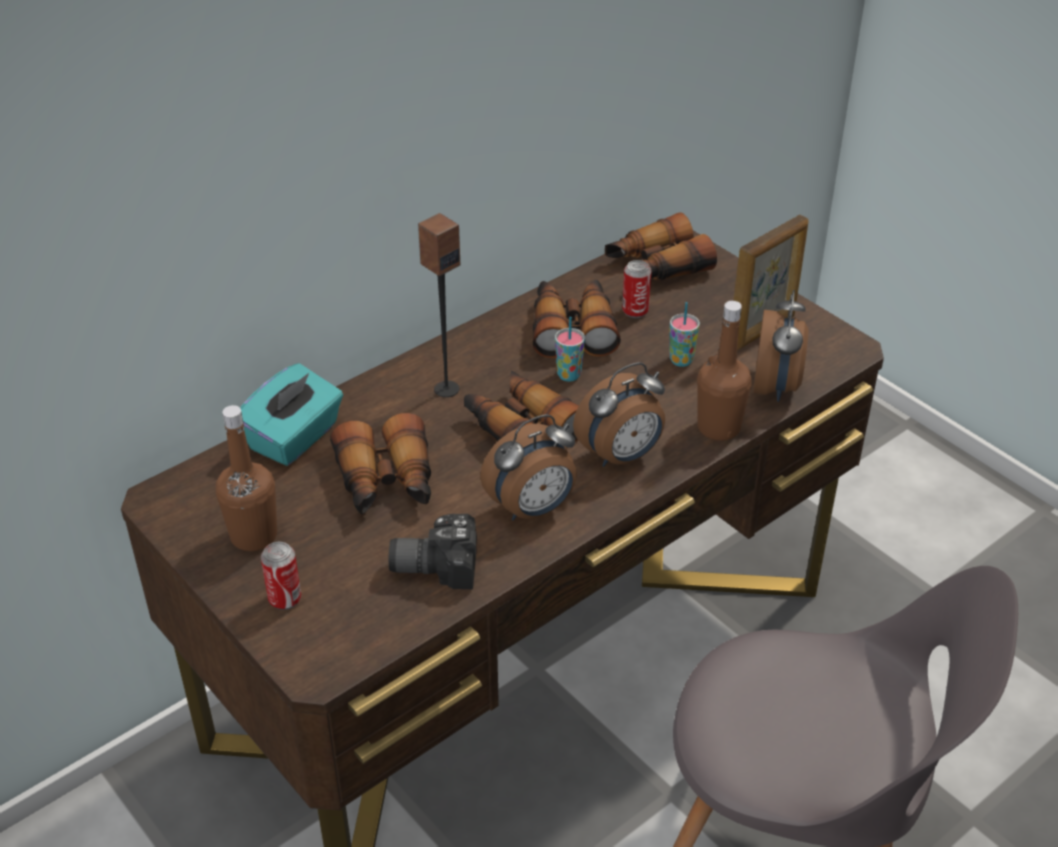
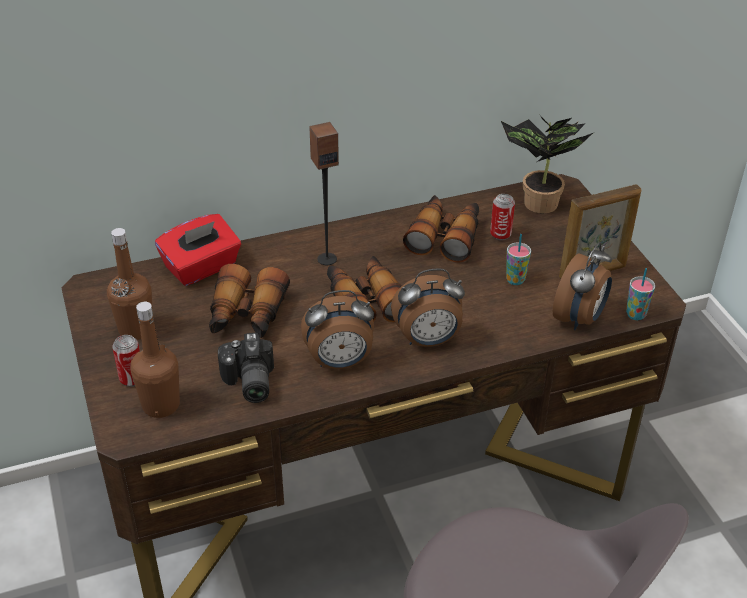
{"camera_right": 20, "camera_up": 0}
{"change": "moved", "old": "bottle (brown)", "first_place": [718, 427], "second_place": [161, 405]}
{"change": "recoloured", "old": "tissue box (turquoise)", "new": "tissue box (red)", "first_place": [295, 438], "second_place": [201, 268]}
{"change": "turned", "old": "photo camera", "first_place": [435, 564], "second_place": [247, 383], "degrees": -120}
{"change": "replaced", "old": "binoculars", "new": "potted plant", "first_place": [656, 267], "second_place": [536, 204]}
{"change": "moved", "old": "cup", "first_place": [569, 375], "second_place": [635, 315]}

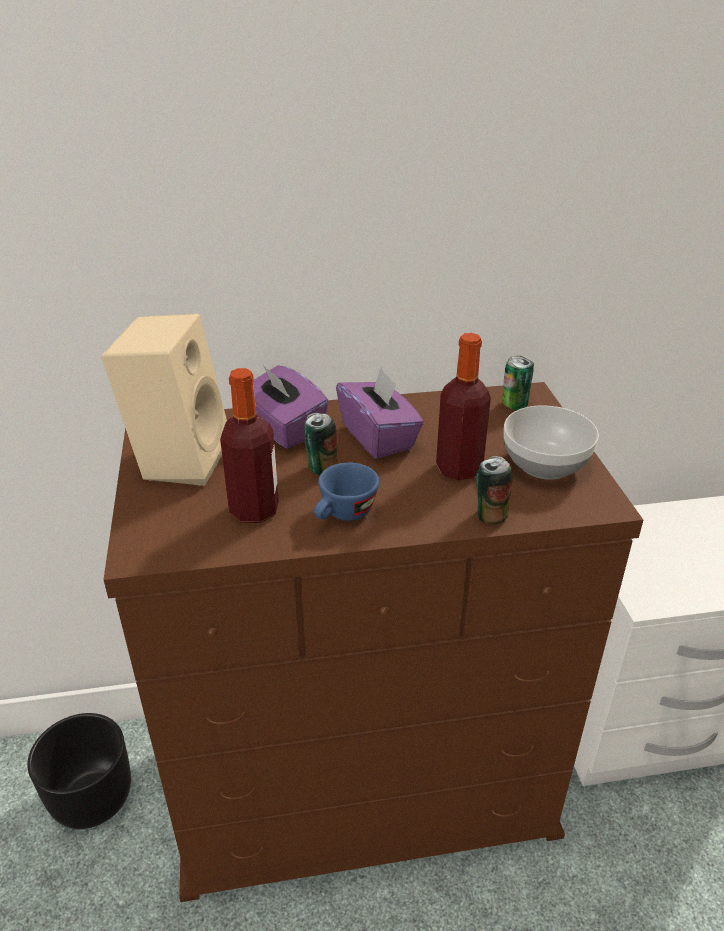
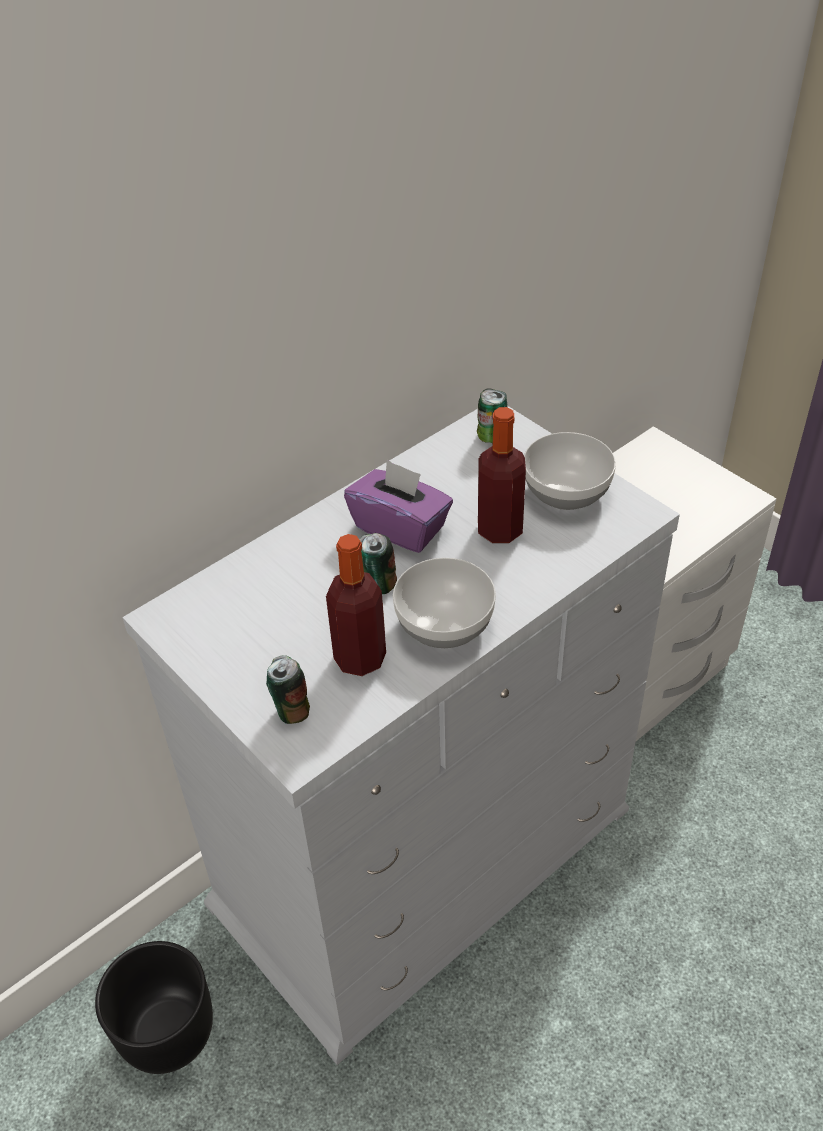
{"camera_right": -30, "camera_up": 10}
{"change": "recoloured", "old": "dresser (brown)", "new": "dresser (white)", "first_place": [363, 776], "second_place": [423, 856]}
{"change": "moved", "old": "can", "first_place": [490, 514], "second_place": [291, 710]}
{"change": "replaced", "old": "cup (blue)", "new": "bowl", "first_place": [344, 515], "second_place": [443, 624]}
{"change": "removed", "old": "speaker (beige)", "first_place": [179, 458]}
{"change": "removed", "old": "tissue box (purple)", "first_place": [283, 428]}

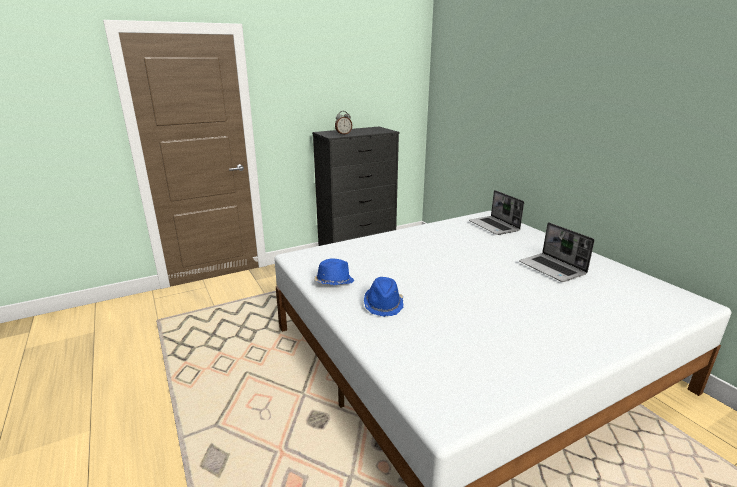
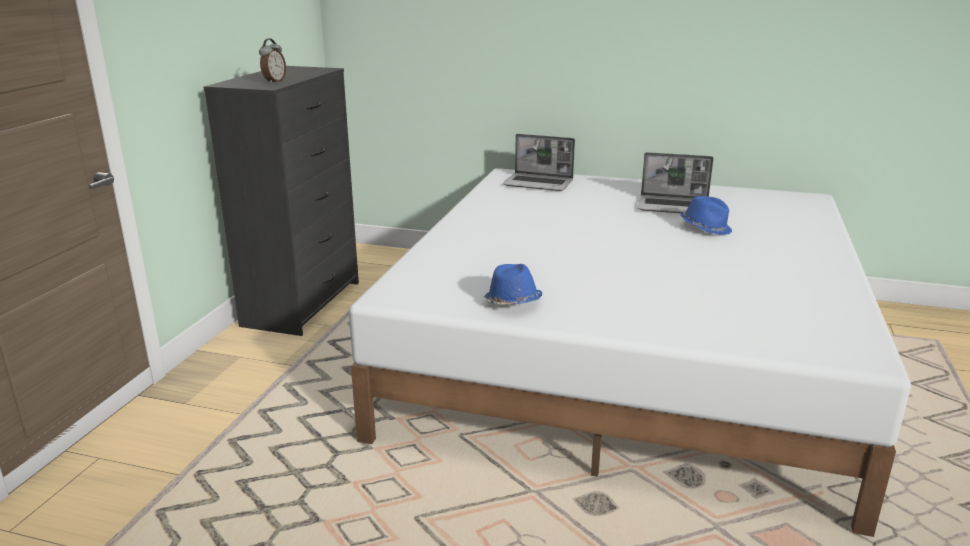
{"camera_right": -45, "camera_up": 0}
{"change": "moved", "old": "hat (blue)", "first_place": [383, 305], "second_place": [705, 228]}

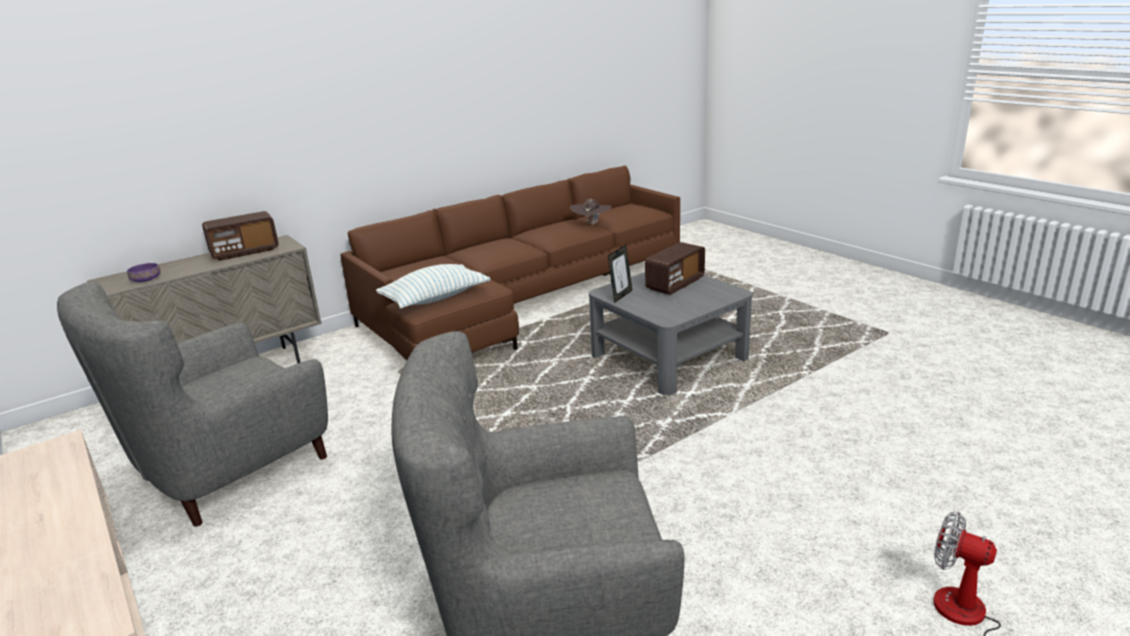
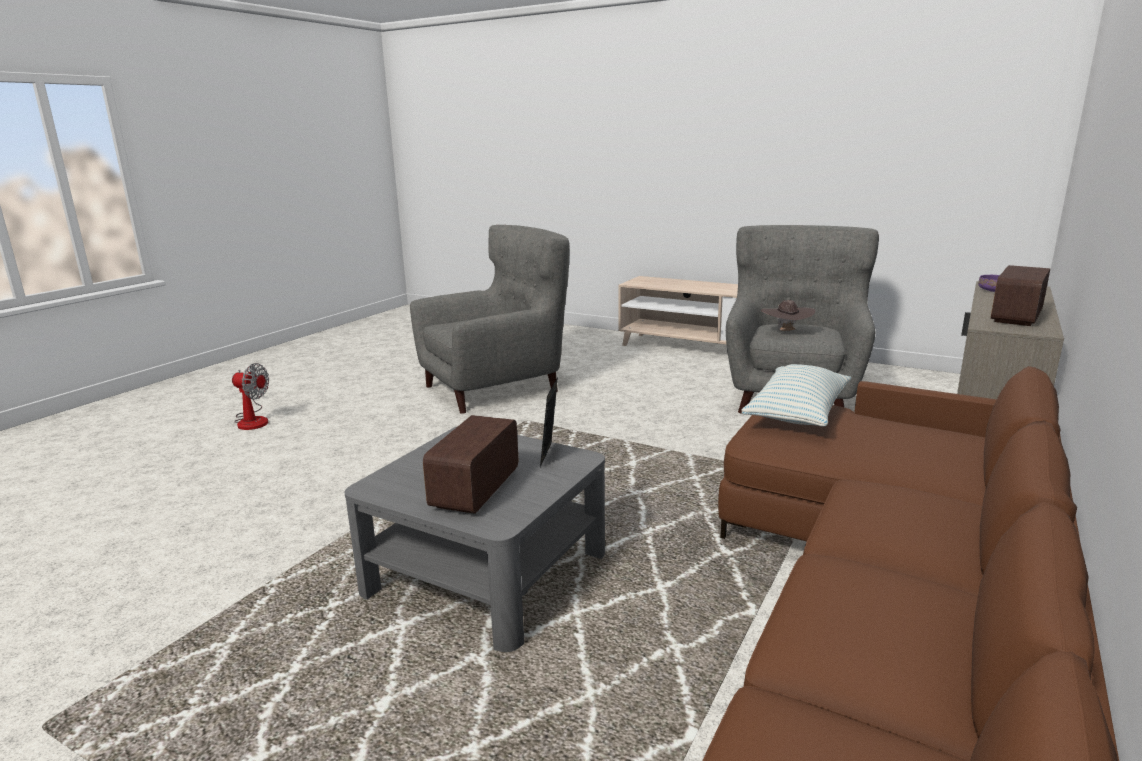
{"camera_right": 155, "camera_up": -5}
{"change": "moved", "old": "hat (brown)", "first_place": [591, 224], "second_place": [786, 332]}

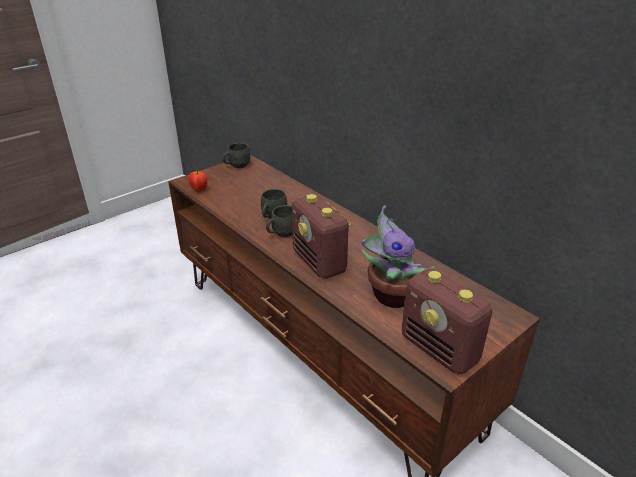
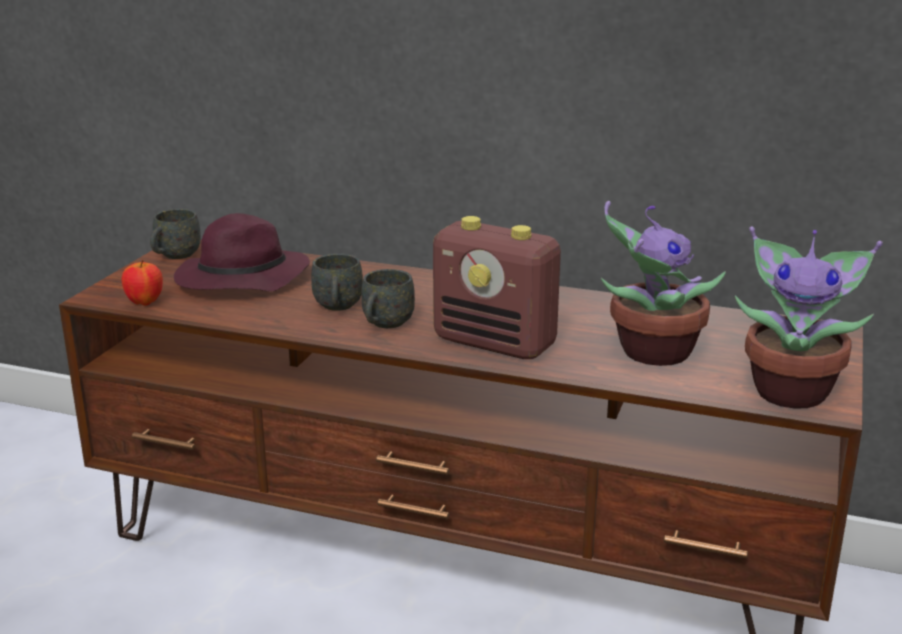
{"camera_right": -30, "camera_up": -10}
{"change": "added", "new": "hat (purple)", "second_place": [241, 279]}
{"change": "replaced", "old": "radio", "new": "potted plant", "first_place": [440, 350], "second_place": [792, 391]}

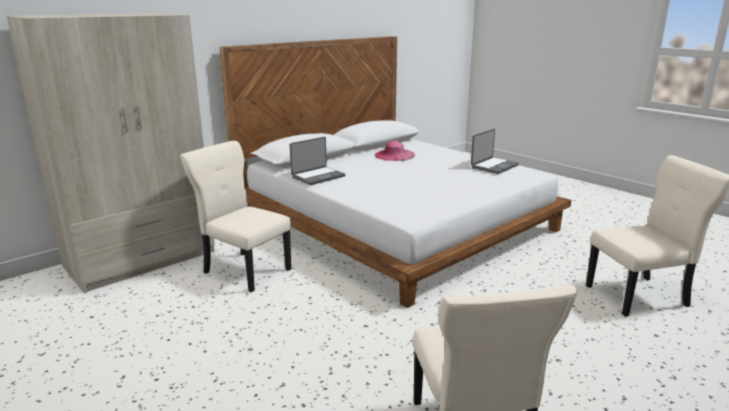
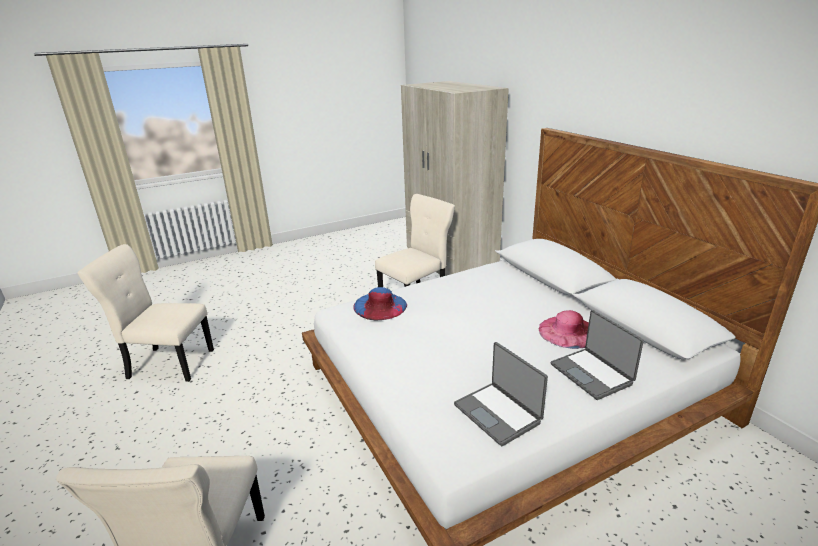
{"camera_right": 105, "camera_up": 5}
{"change": "added", "new": "hat (blue)", "second_place": [380, 306]}
{"change": "moved", "old": "laptop", "first_place": [317, 176], "second_place": [592, 374]}

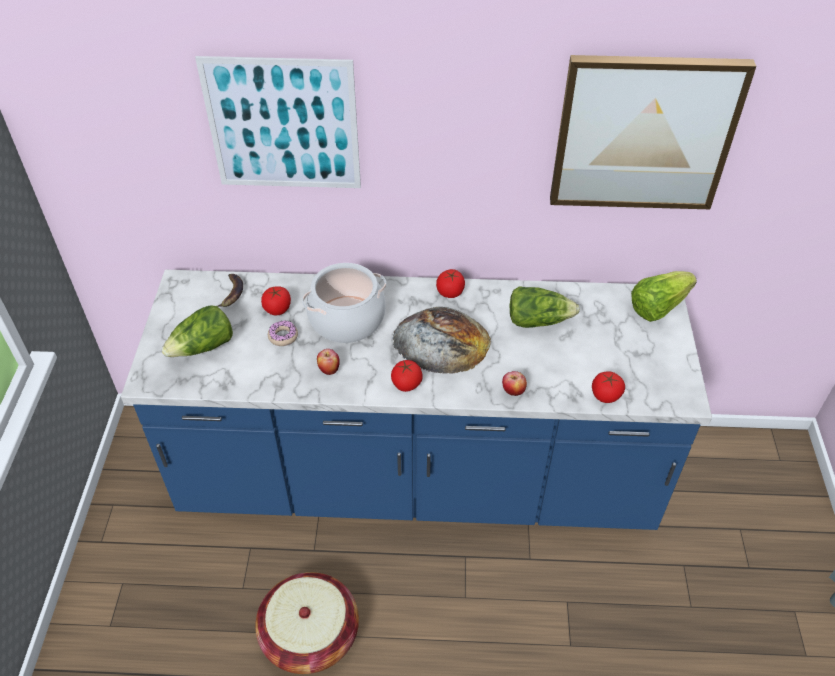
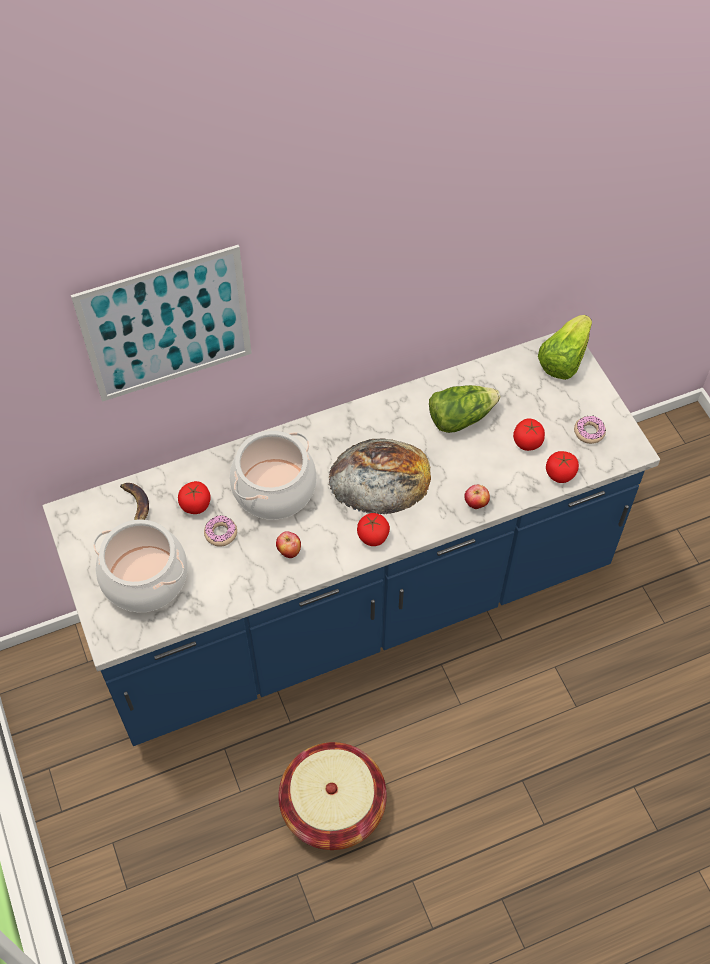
{"camera_right": -25, "camera_up": 10}
{"change": "replaced", "old": "lettuce", "new": "cooking pot", "first_place": [203, 347], "second_place": [145, 578]}
{"change": "moved", "old": "tomato", "first_place": [450, 292], "second_place": [527, 442]}
{"change": "added", "new": "donut", "second_place": [589, 432]}
{"change": "removed", "old": "picture", "first_place": [644, 133]}

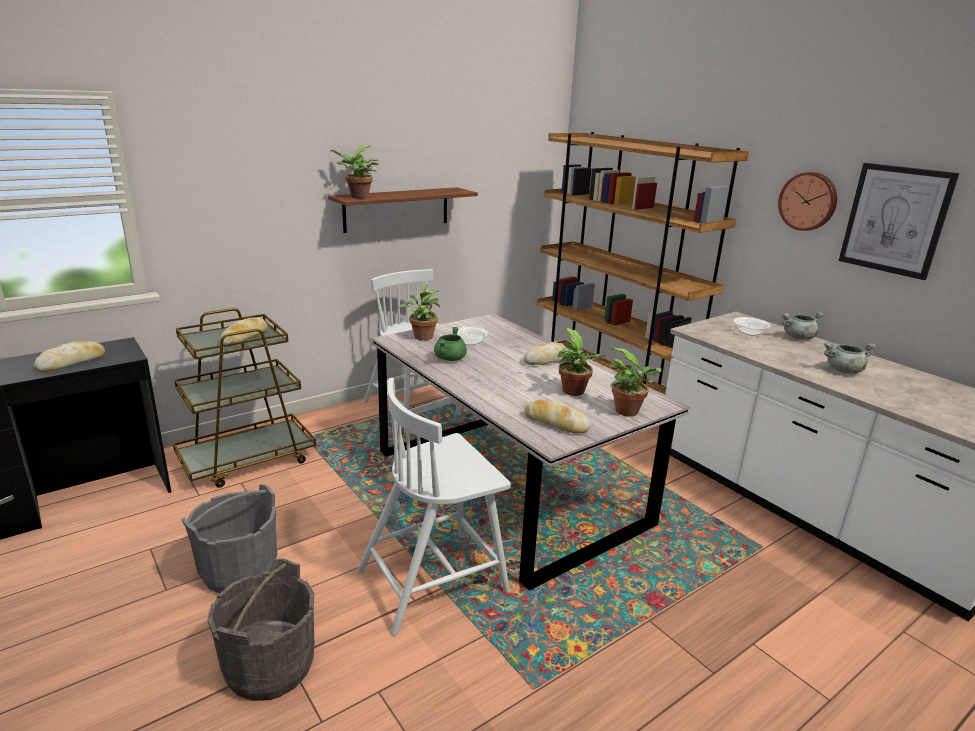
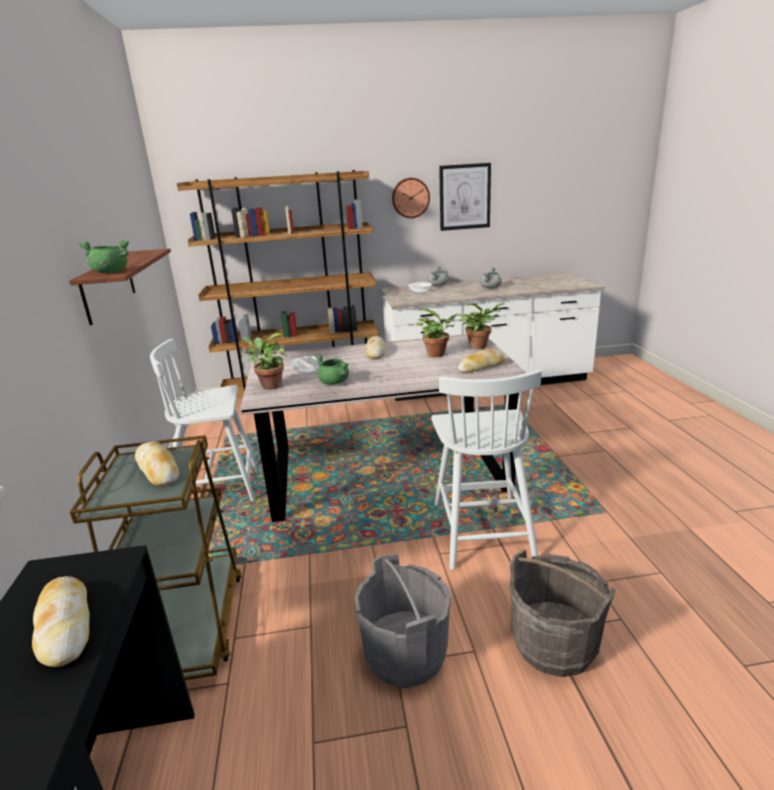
{"camera_right": -60, "camera_up": 0}
{"change": "replaced", "old": "potted plant", "new": "cooking pot (green)", "first_place": [357, 197], "second_place": [110, 272]}

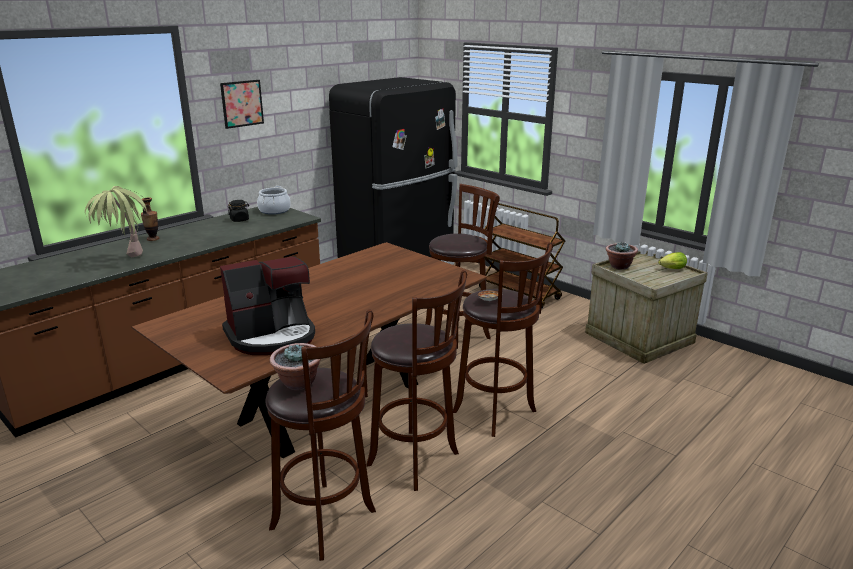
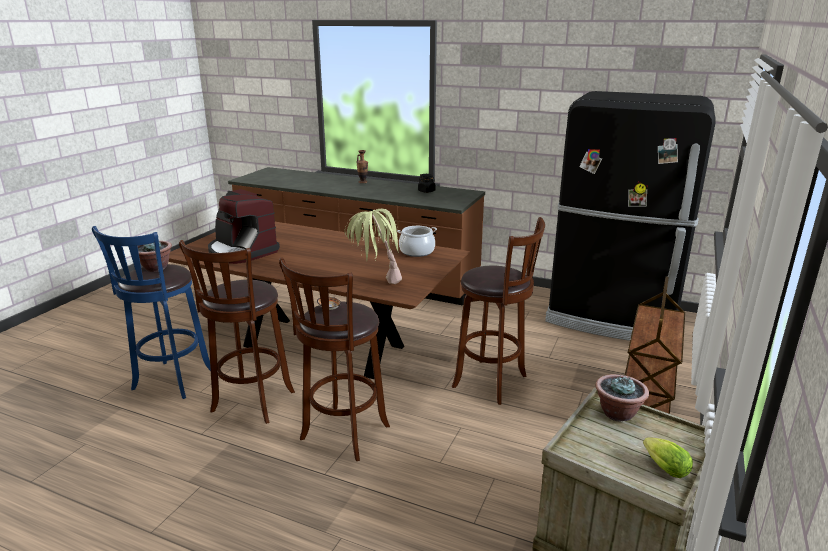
{"camera_right": 70, "camera_up": 0}
{"change": "recoloured", "old": "stool (brown)", "new": "stool (blue)", "first_place": [327, 522], "second_place": [171, 382]}
{"change": "moved", "old": "potted plant", "first_place": [126, 262], "second_place": [375, 284]}
{"change": "moved", "old": "cooking pot", "first_place": [274, 210], "second_place": [417, 251]}
{"change": "removed", "old": "picture", "first_place": [242, 103]}

